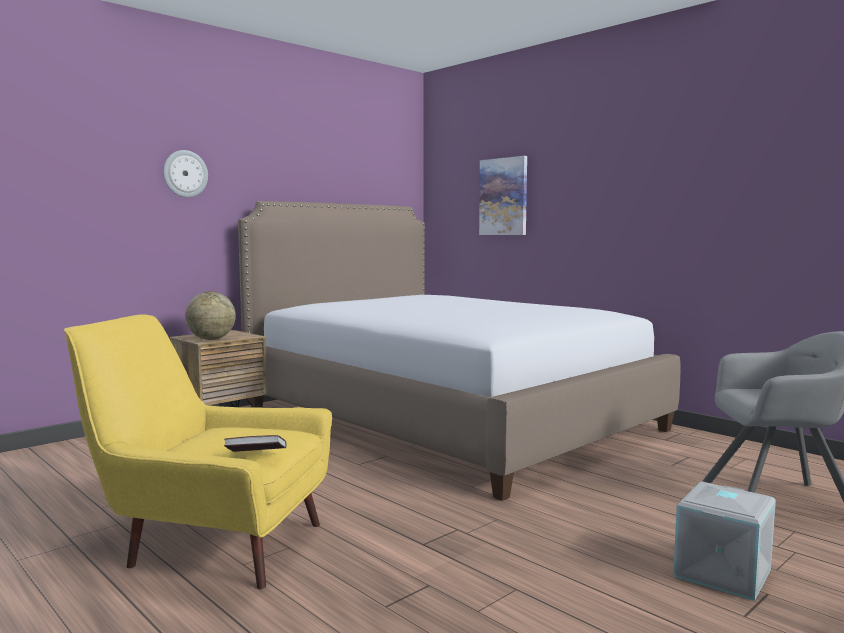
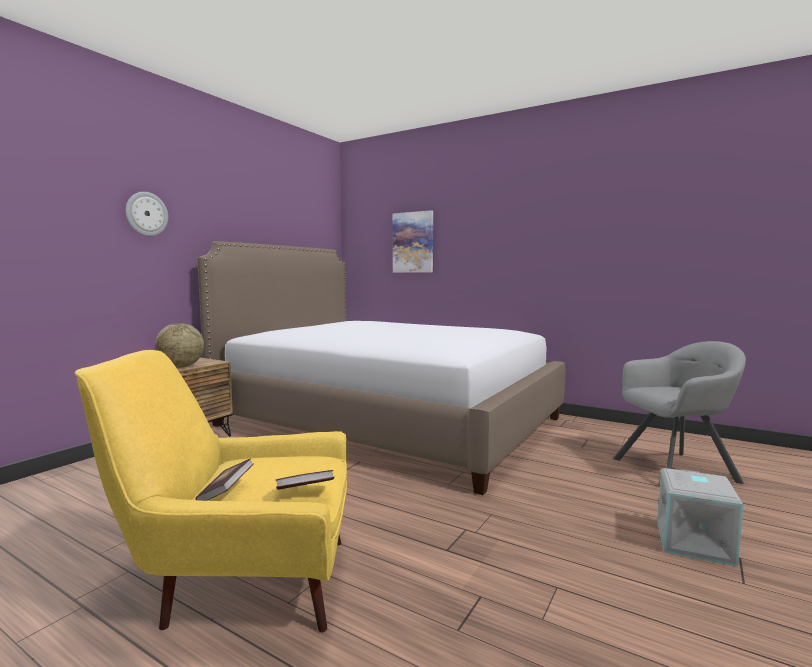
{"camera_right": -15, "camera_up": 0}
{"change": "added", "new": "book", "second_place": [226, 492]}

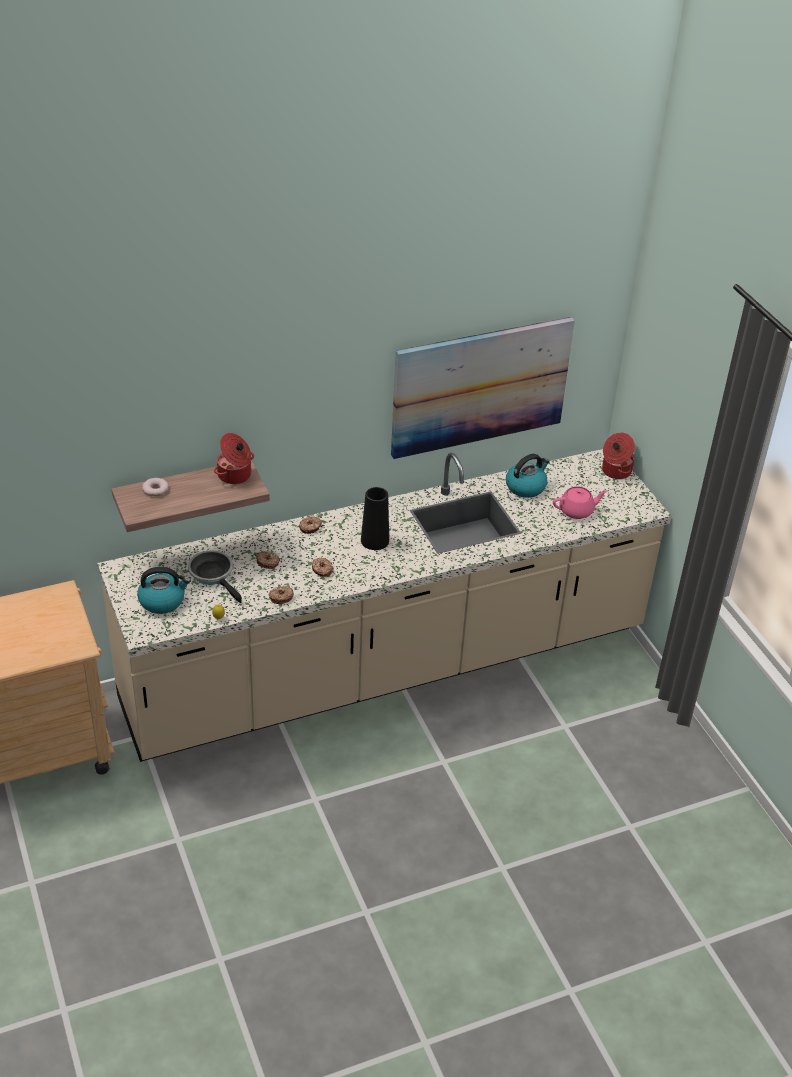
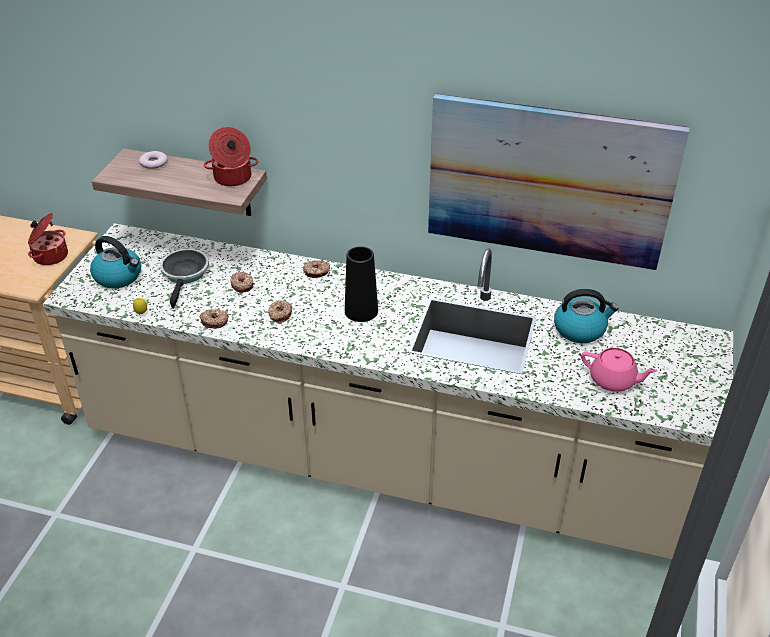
{"camera_right": 40, "camera_up": 0}
{"change": "moved", "old": "cooking pot", "first_place": [615, 471], "second_place": [50, 256]}

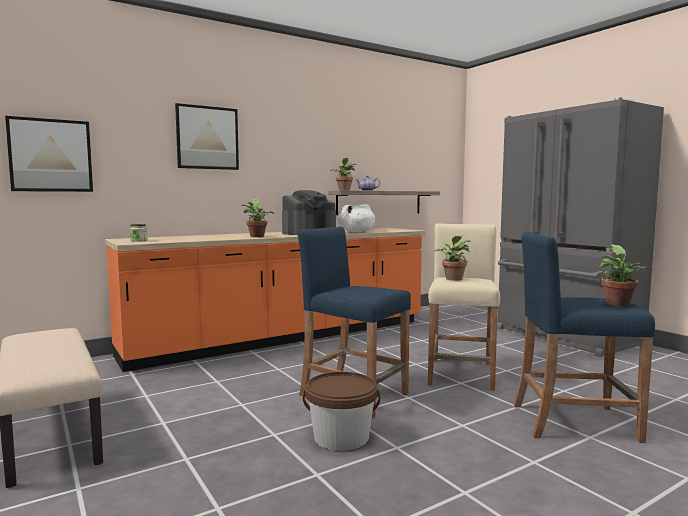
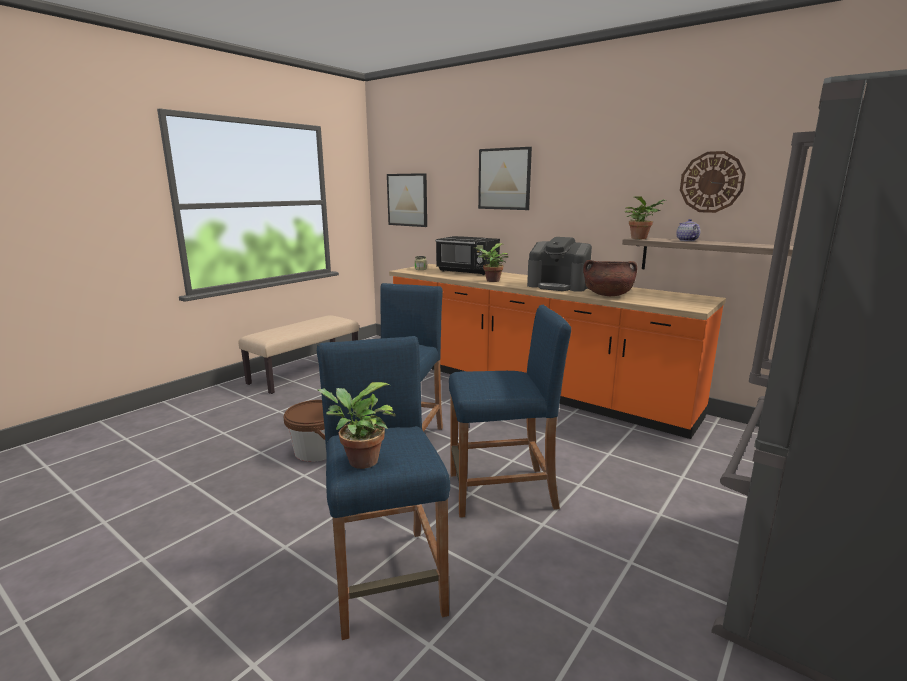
{"camera_right": 70, "camera_up": 10}
{"change": "added", "new": "microwave (black)", "second_place": [468, 271]}
{"change": "recoloured", "old": "stool (beige)", "new": "stool (blue)", "first_place": [461, 373], "second_place": [502, 491]}
{"change": "recoloured", "old": "cooking pot (white)", "new": "cooking pot (brown)", "first_place": [356, 232], "second_place": [607, 295]}
{"change": "added", "new": "wall clock", "second_place": [711, 182]}
{"change": "removed", "old": "potted plant", "first_place": [453, 278]}

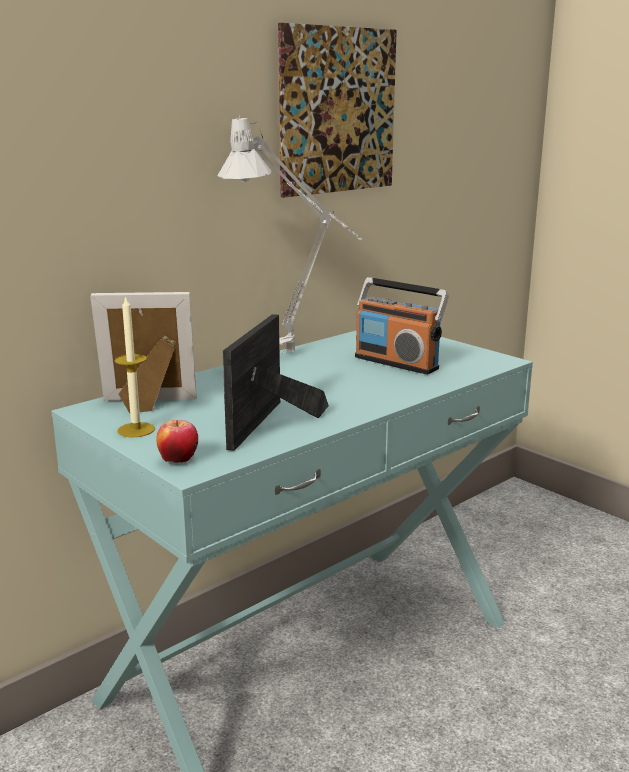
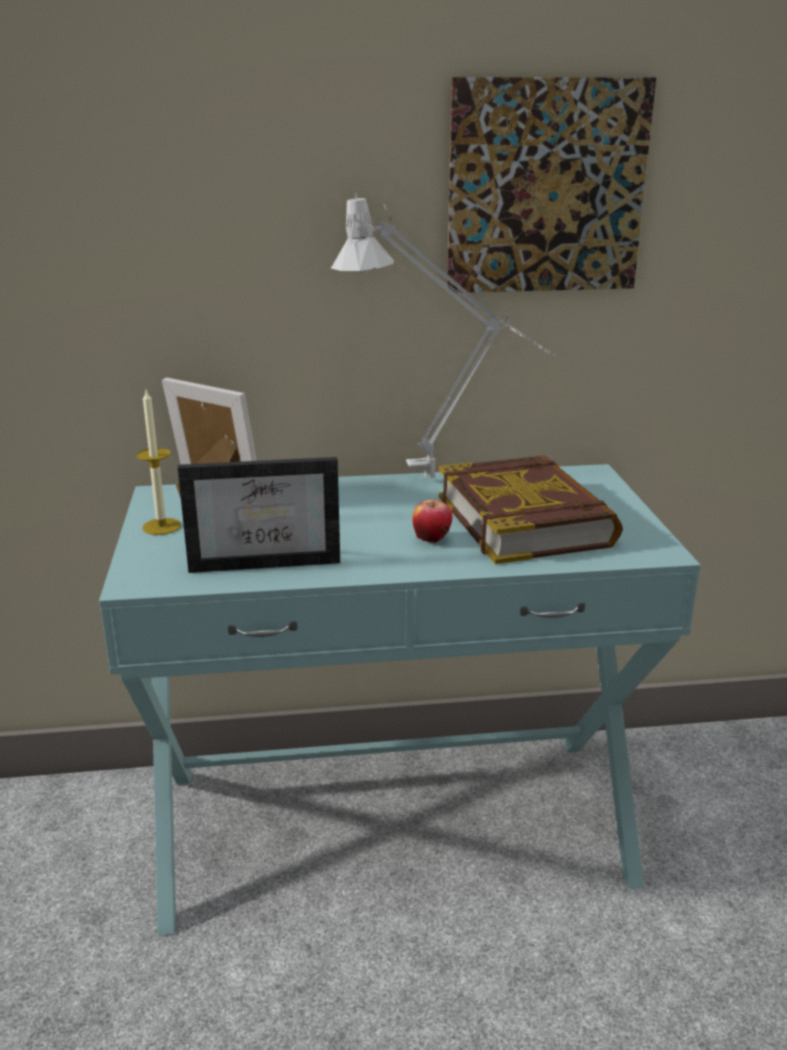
{"camera_right": 35, "camera_up": 5}
{"change": "turned", "old": "picture frame", "first_place": [267, 427], "second_place": [267, 559], "degrees": -150}
{"change": "moved", "old": "apple", "first_place": [178, 461], "second_place": [432, 540]}
{"change": "replaced", "old": "radio", "new": "book", "first_place": [396, 363], "second_place": [525, 520]}

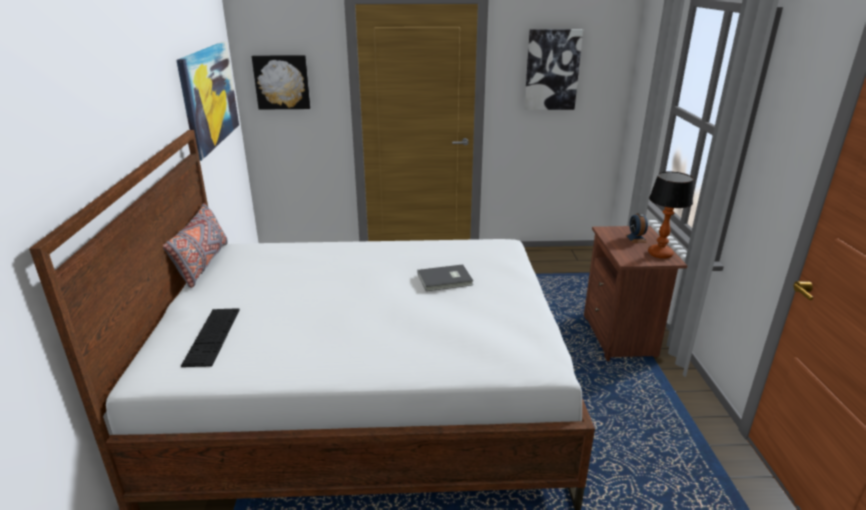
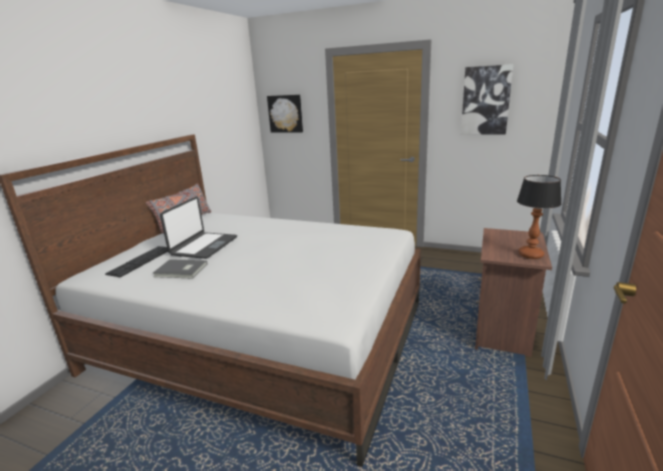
{"camera_right": 25, "camera_up": -5}
{"change": "moved", "old": "book (grey)", "first_place": [446, 280], "second_place": [181, 271]}
{"change": "added", "new": "laptop", "second_place": [204, 246]}
{"change": "removed", "old": "picture", "first_place": [209, 97]}
{"change": "removed", "old": "alarm clock", "first_place": [636, 238]}

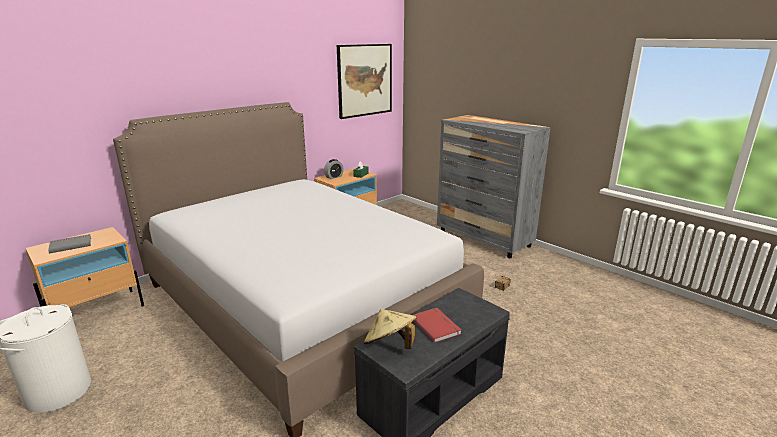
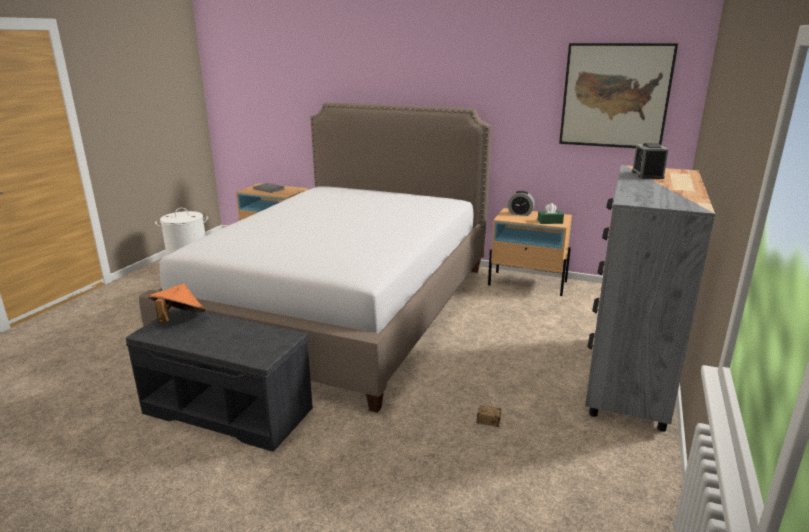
{"camera_right": 65, "camera_up": 0}
{"change": "recoloured", "old": "hat (beige)", "new": "hat (orange)", "first_place": [390, 345], "second_place": [179, 319]}
{"change": "added", "new": "alarm clock", "second_place": [647, 175]}
{"change": "removed", "old": "book (red)", "first_place": [436, 326]}

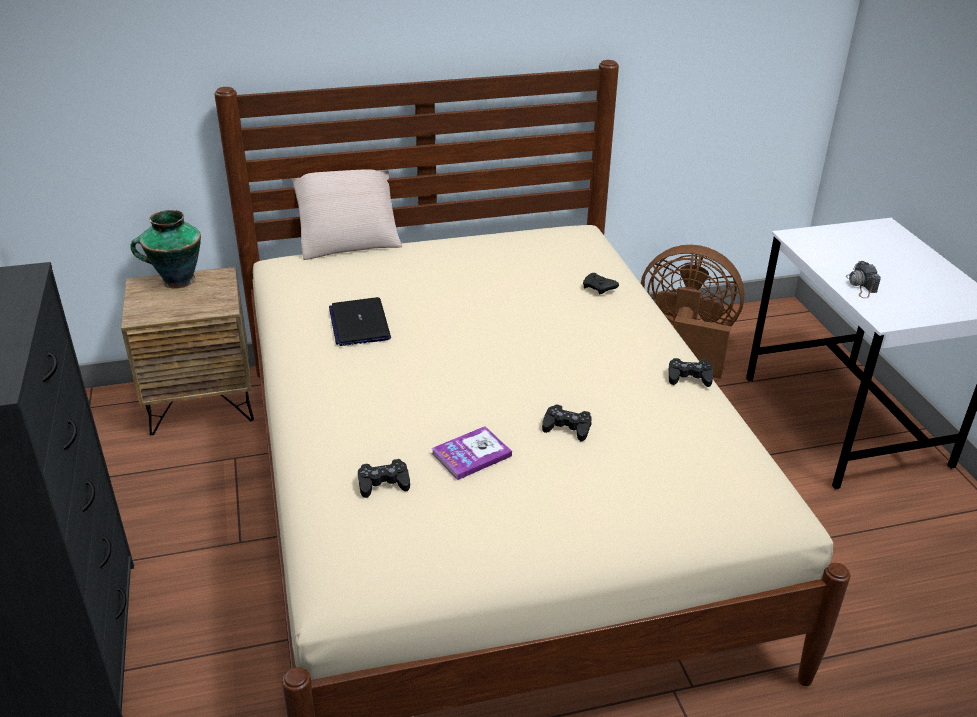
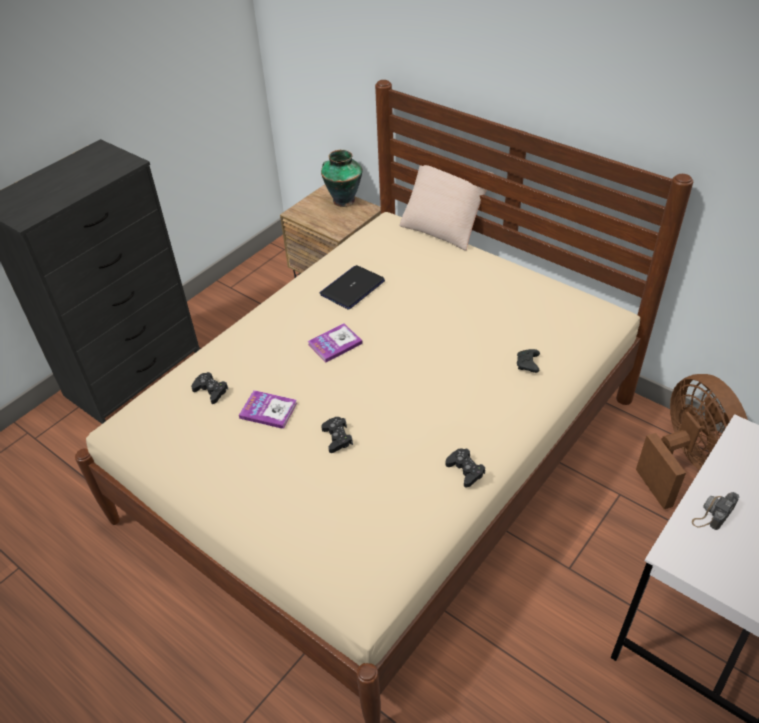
{"camera_right": 55, "camera_up": 10}
{"change": "added", "new": "book", "second_place": [335, 344]}

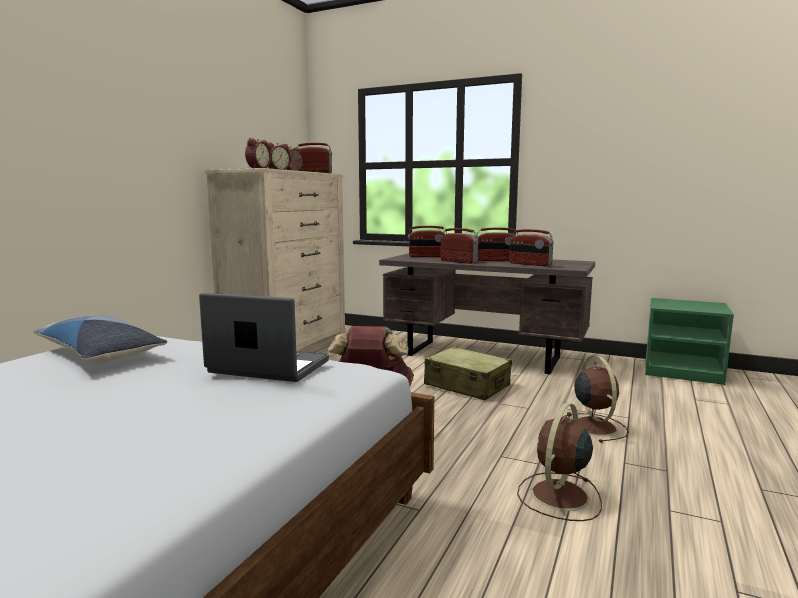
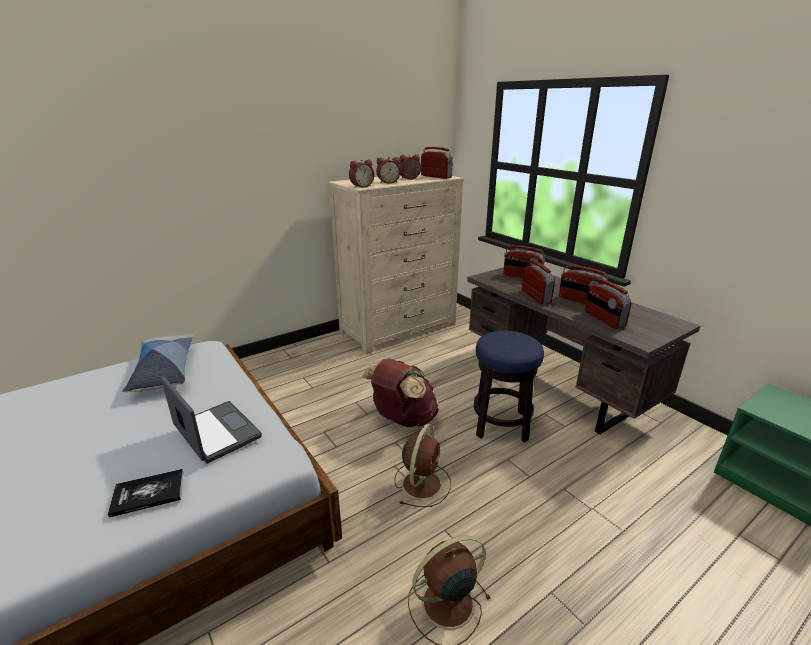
{"camera_right": 30, "camera_up": 15}
{"change": "added", "new": "book", "second_place": [148, 493]}
{"change": "moved", "old": "fan (brown)", "first_place": [593, 426], "second_place": [422, 483]}
{"change": "replaced", "old": "suitcase (beige)", "new": "stool", "first_place": [467, 385], "second_place": [500, 424]}

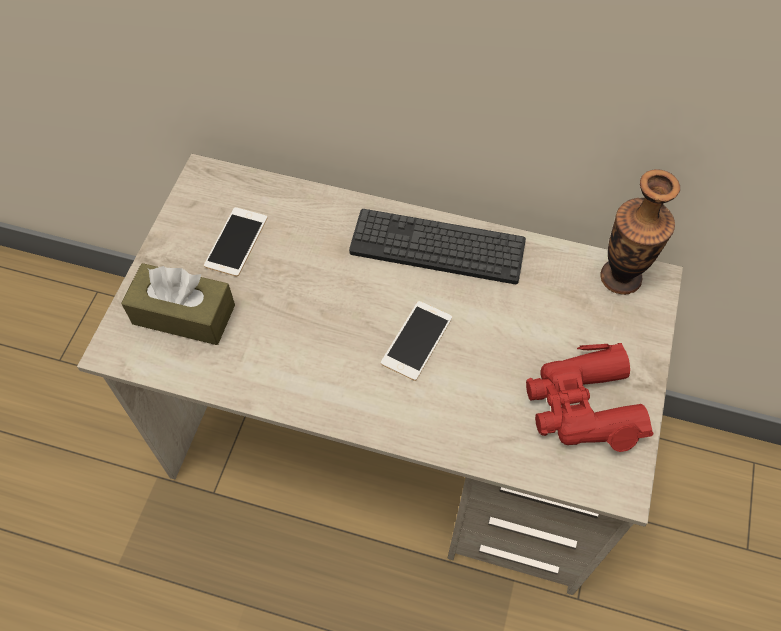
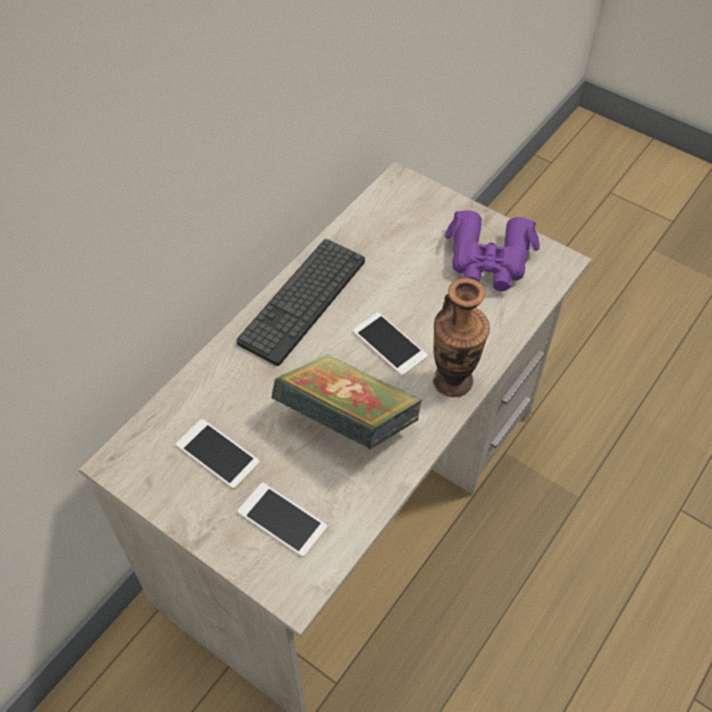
{"camera_right": -70, "camera_up": -5}
{"change": "replaced", "old": "tissue box (brown)", "new": "phone", "first_place": [184, 314], "second_place": [282, 519]}
{"change": "added", "new": "book", "second_place": [347, 421]}
{"change": "moved", "old": "vase", "first_place": [620, 278], "second_place": [453, 381]}
{"change": "recoloured", "old": "binoculars (red)", "new": "binoculars (purple)", "first_place": [582, 406], "second_place": [489, 260]}

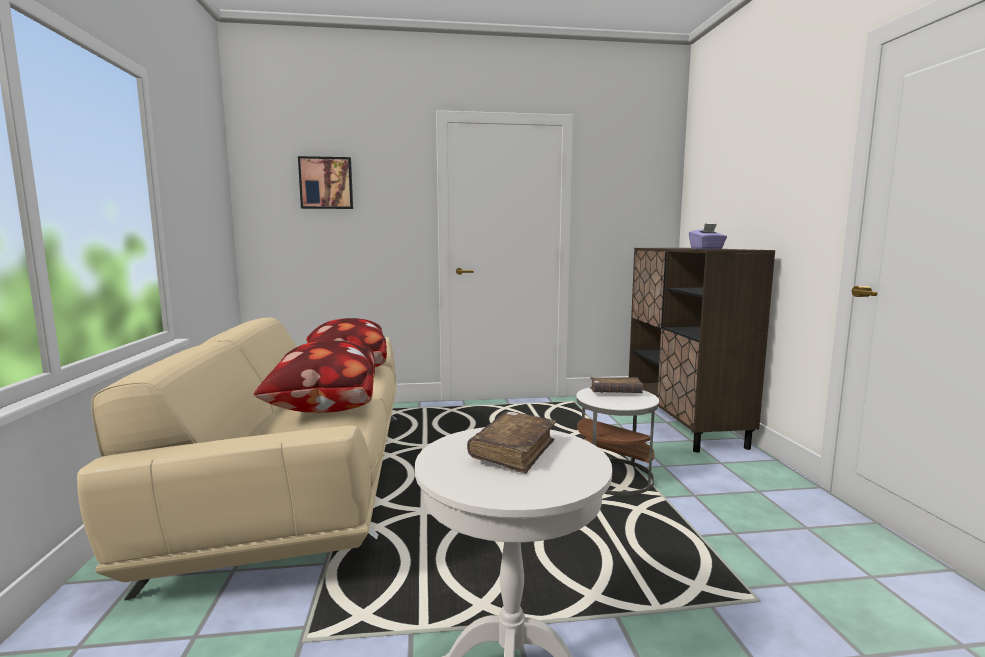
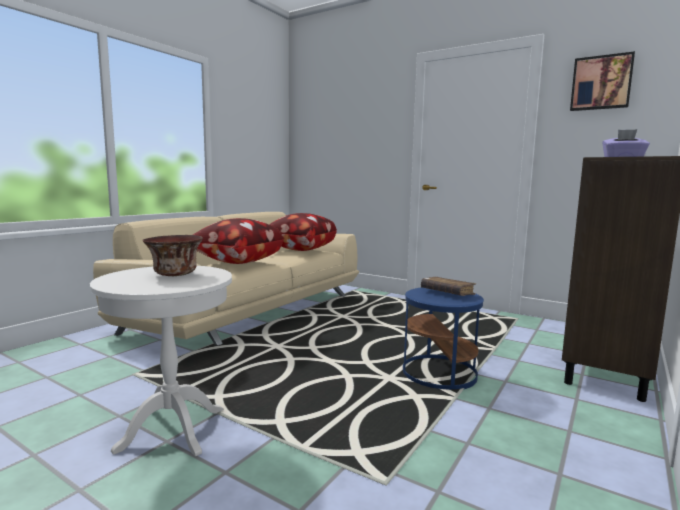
{"camera_right": 40, "camera_up": 0}
{"change": "replaced", "old": "book (brown)", "new": "bowl", "first_place": [513, 451], "second_place": [176, 275]}
{"change": "recoloured", "old": "side table (white)", "new": "side table (blue)", "first_place": [613, 478], "second_place": [439, 373]}
{"change": "moved", "old": "picture", "first_place": [326, 183], "second_place": [601, 83]}

